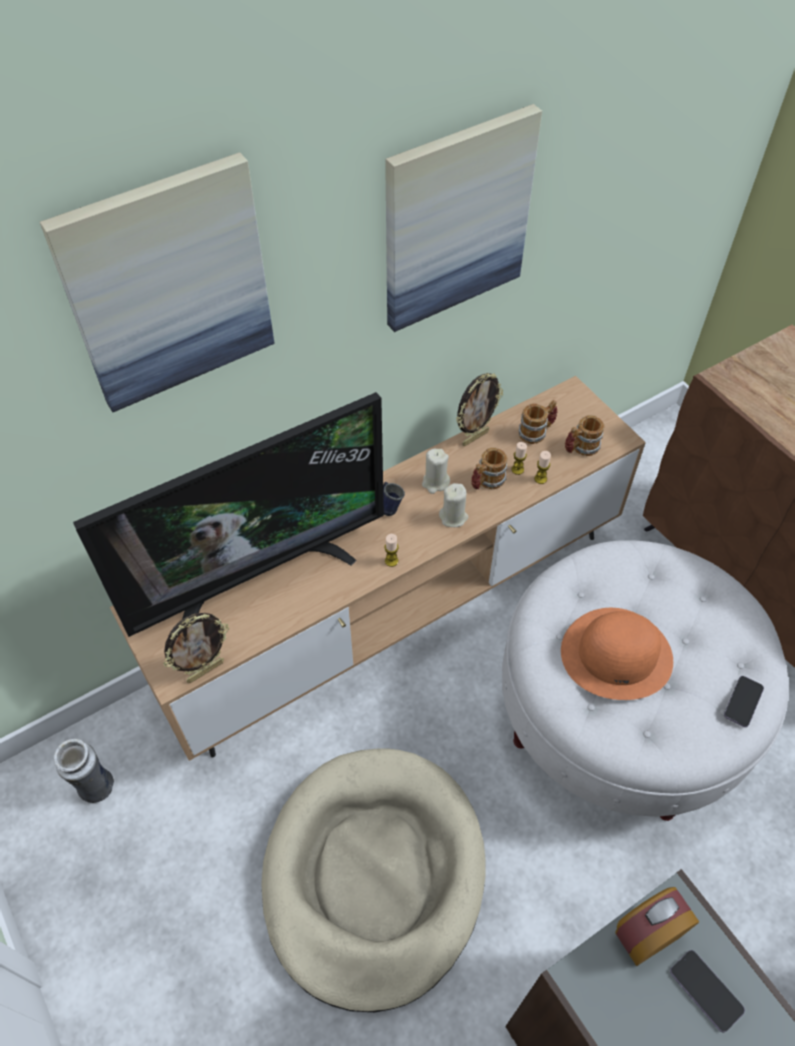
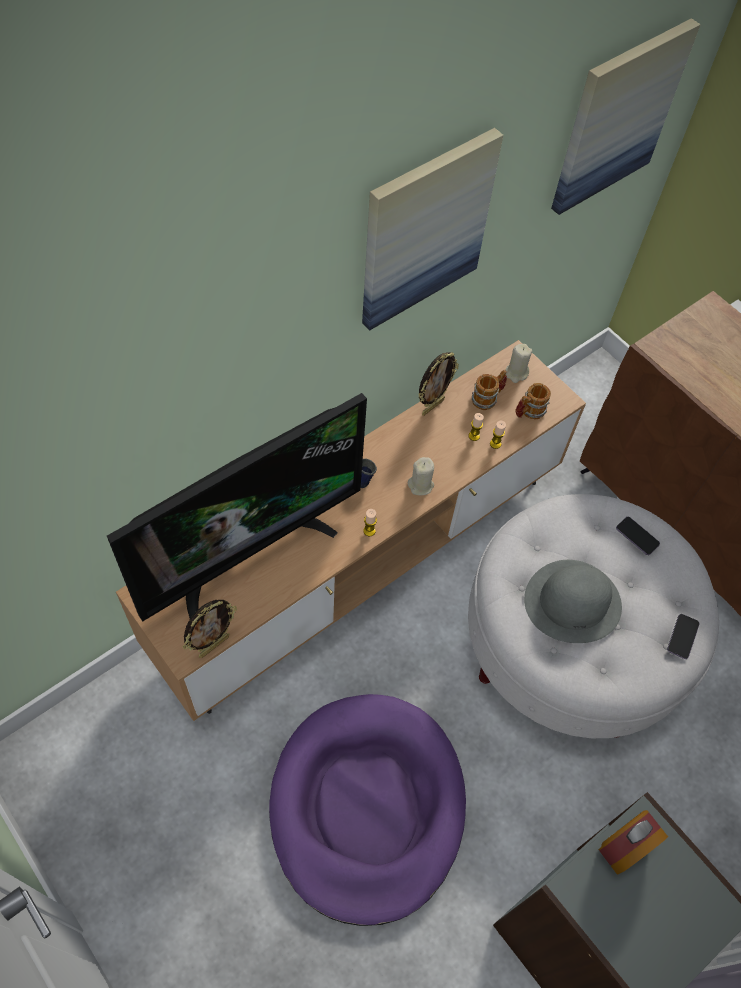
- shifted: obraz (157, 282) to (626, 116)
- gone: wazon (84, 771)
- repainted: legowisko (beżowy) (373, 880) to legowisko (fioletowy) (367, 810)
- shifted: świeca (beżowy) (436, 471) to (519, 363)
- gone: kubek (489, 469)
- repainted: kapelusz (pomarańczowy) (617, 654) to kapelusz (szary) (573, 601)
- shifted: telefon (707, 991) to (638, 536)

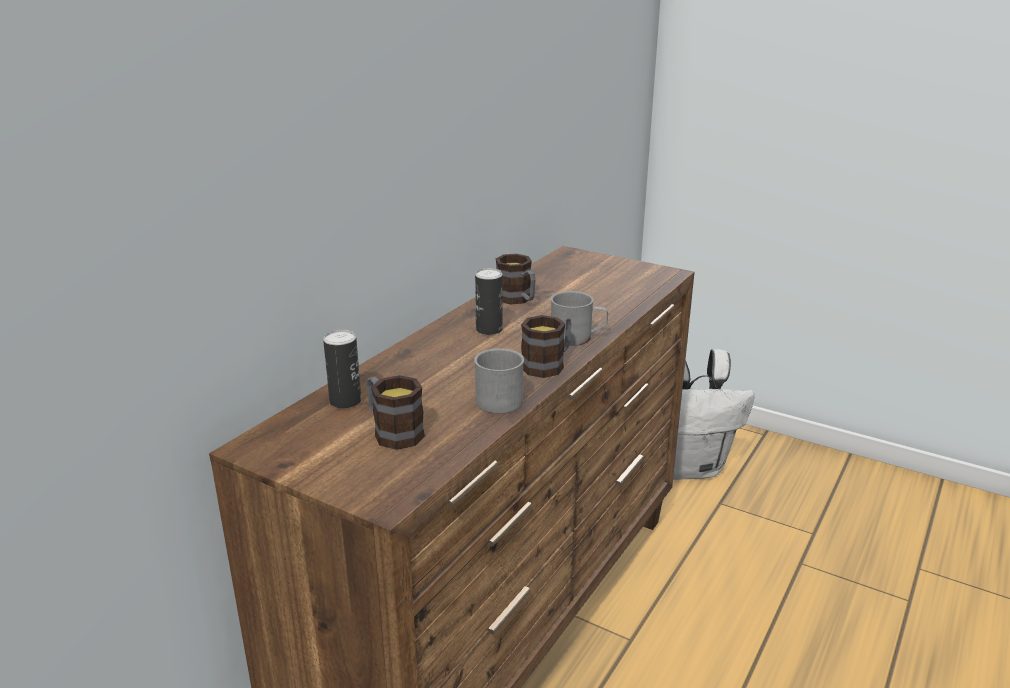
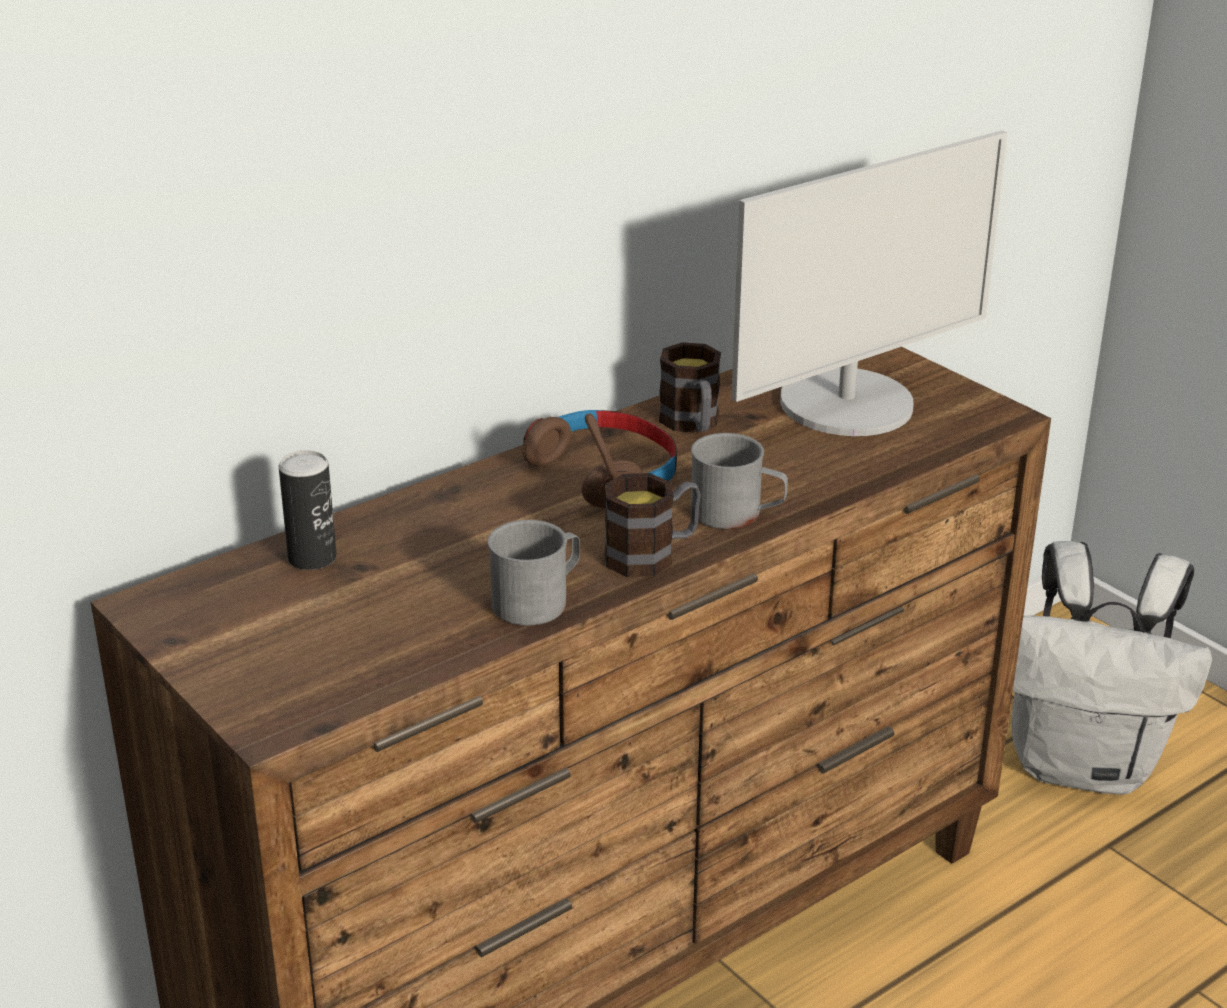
- gone: kubek (396, 412)
- swapped: puszka (489, 301) to słuchawki (brązowy) (599, 459)
- new: monitor (869, 283)

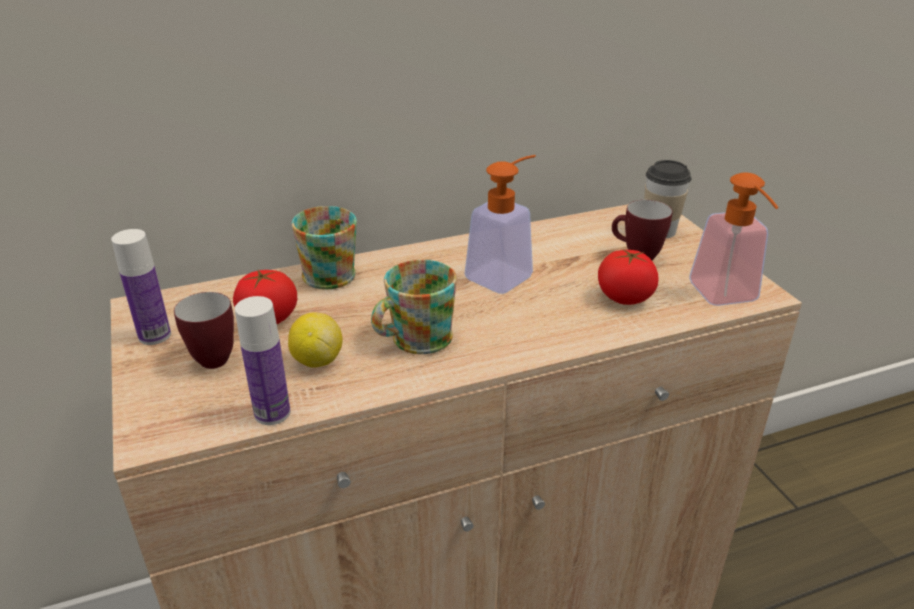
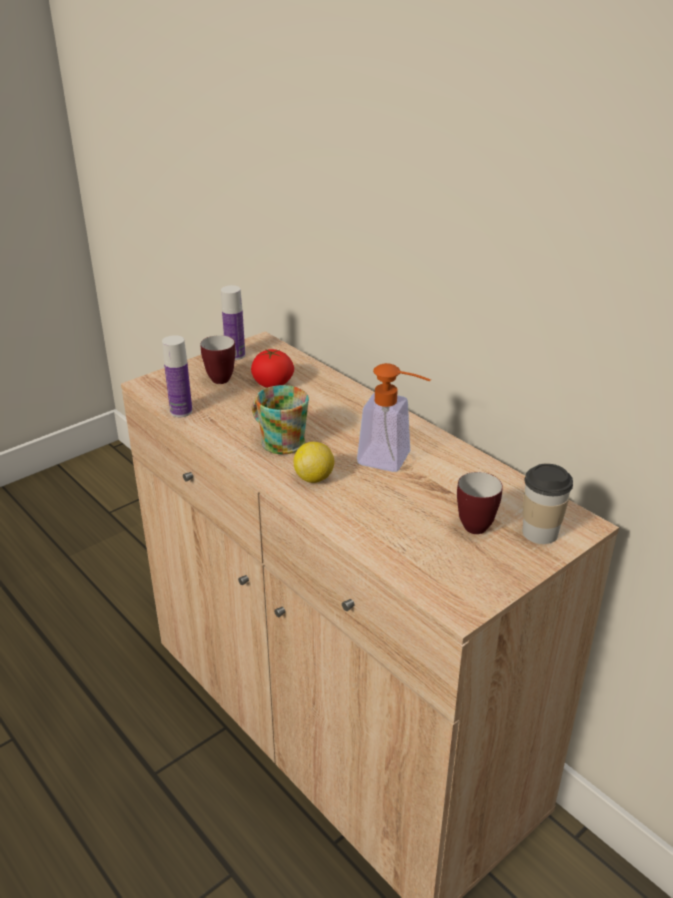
- shifted: cytryna (315, 340) to (314, 462)
- gone: kubek (324, 247)
- gone: pomidor (628, 277)
- gone: dozownik mydła (734, 239)

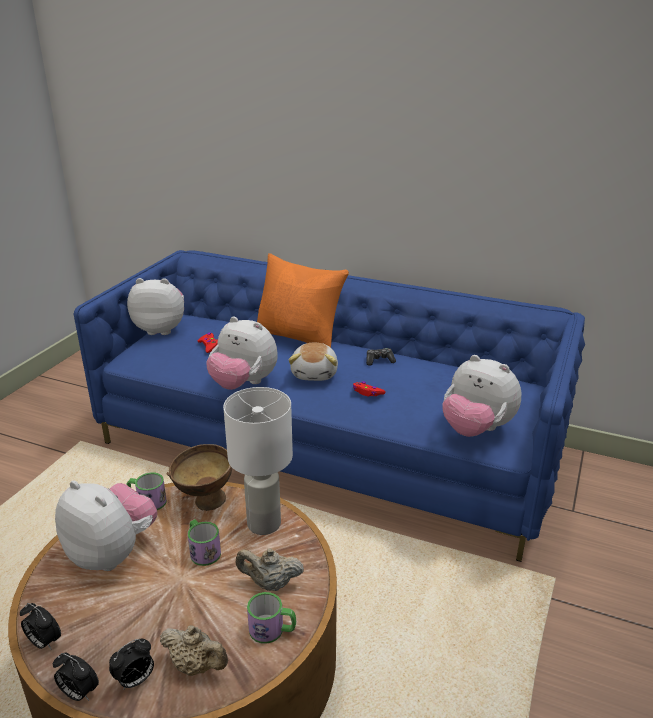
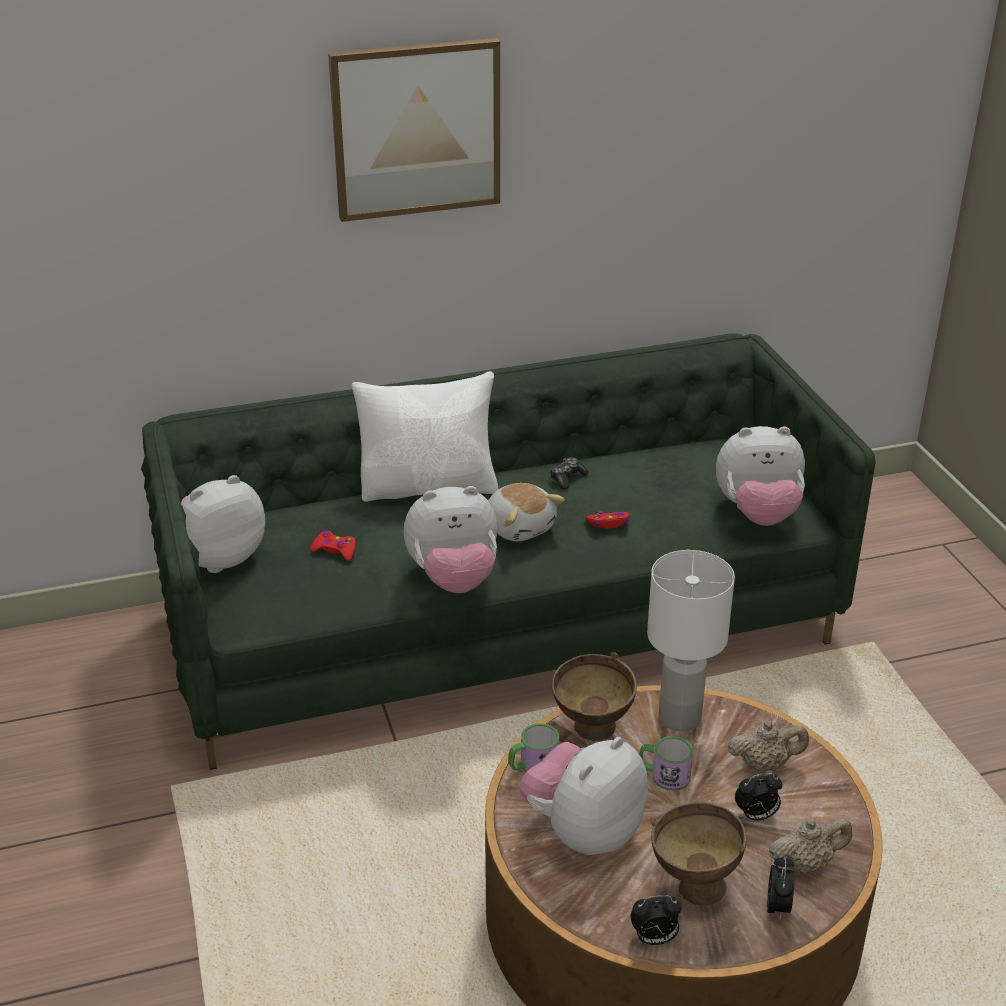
- shifted: budzik (76, 676) to (759, 797)
- rotated: pluszak (106, 525) = (583, 796) 45 degrees counterclockwise
- repainted: kanapa (niebieski) (329, 406) to kanapa (zielony) (508, 552)
- rotated: imbryk (beżowy) (270, 569) = (768, 745) 150 degrees counterclockwise
- gone: kubek (271, 618)
- repainted: poduszka (pomarańczowy) (303, 300) to poduszka (biały) (425, 436)
- new: obraz (414, 130)
- new: miska (brązowy) (698, 854)

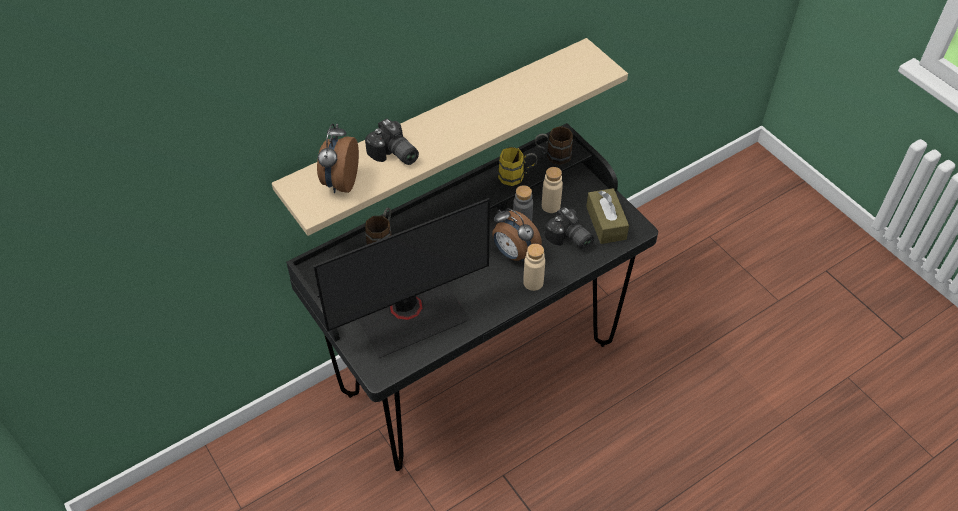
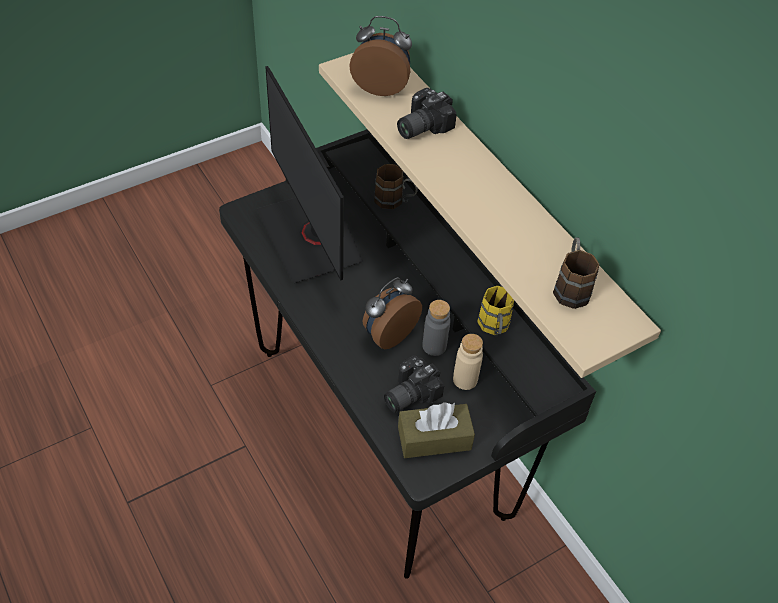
- gone: butelka (beżowy) (534, 267)
- shifted: kubek (brązowy) (554, 145) to (576, 273)

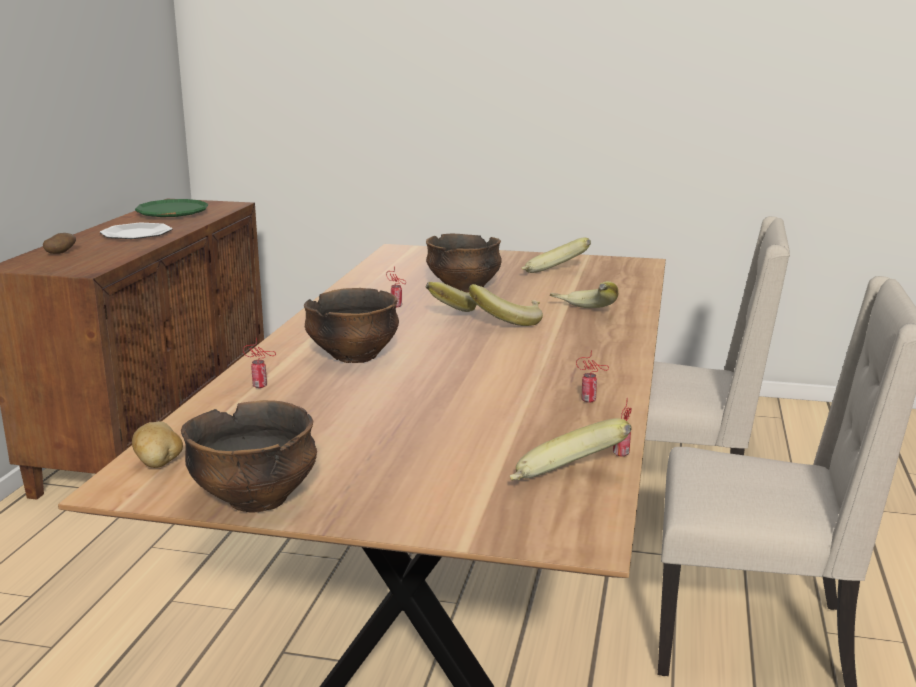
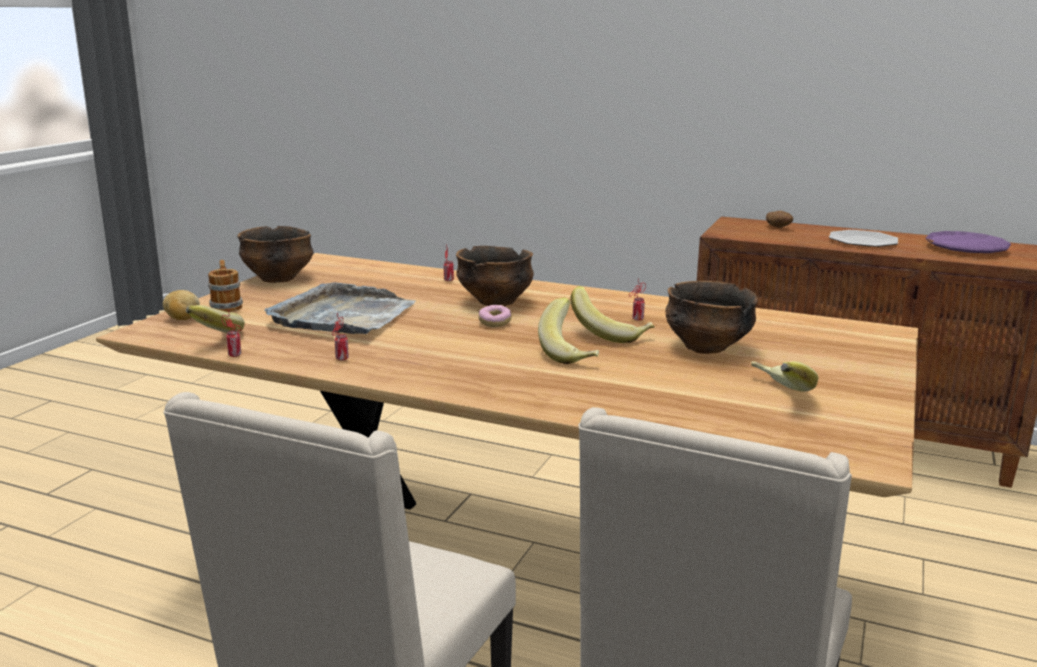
- shifted: ziemniak (157, 444) to (181, 305)
- repainted: talerz (zielony) (171, 208) to talerz (fioletowy) (968, 242)
- gone: banan (584, 294)
- new: kubek (225, 286)
- new: taca (szary) (340, 308)
- new: donut (495, 316)

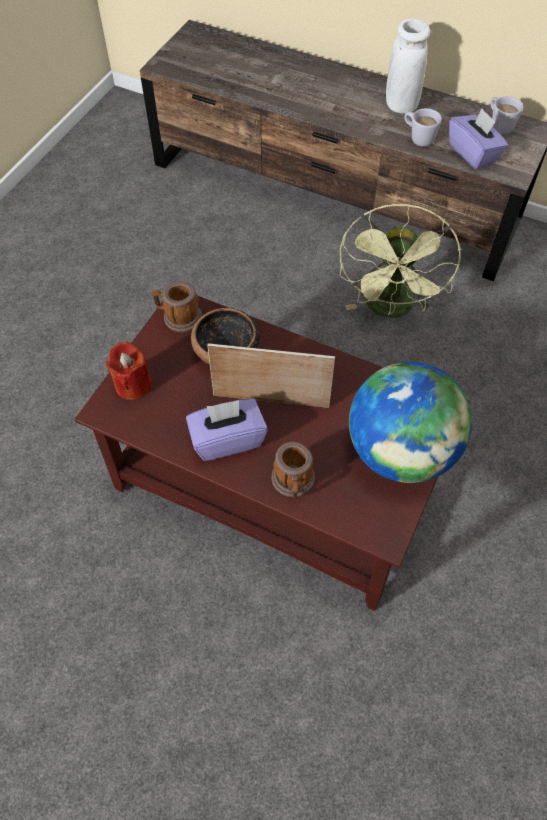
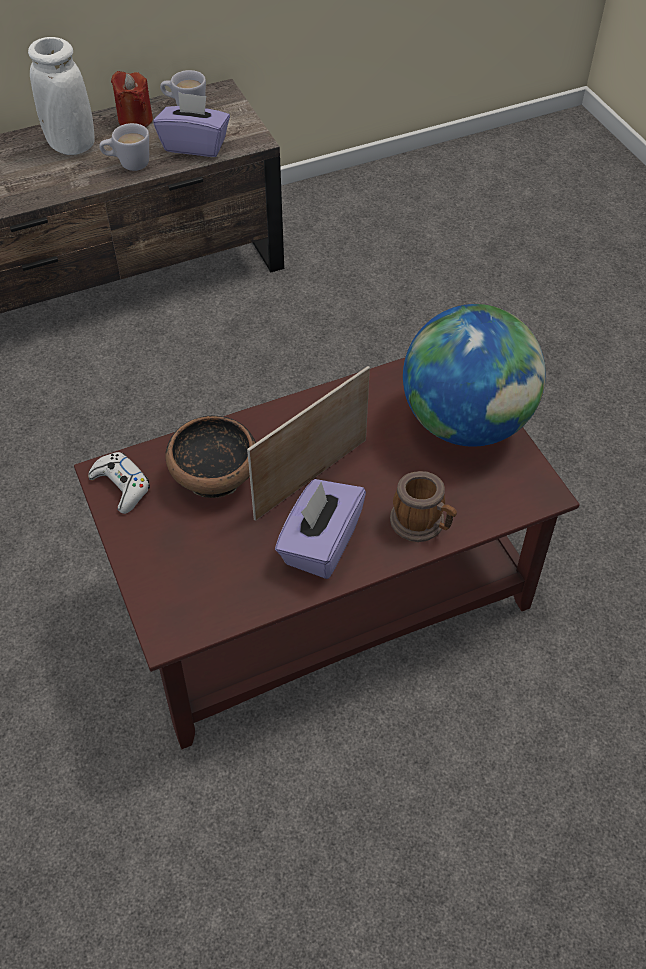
- shifted: świeca (czerwony) (129, 371) to (132, 99)
- swapped: kubek (176, 306) to pad do gier (biały) (119, 483)
- gone: wentylator (zielony) (400, 261)

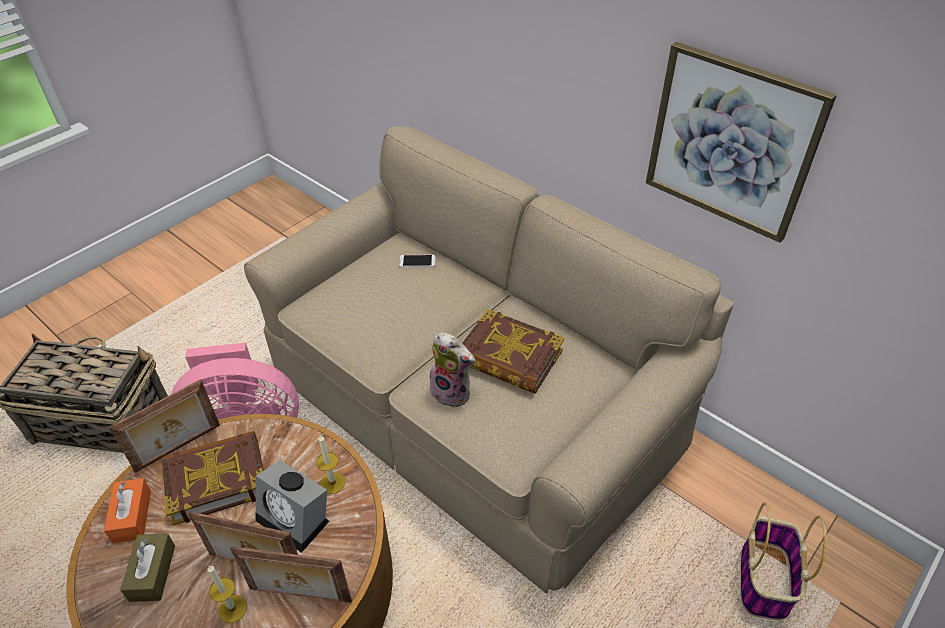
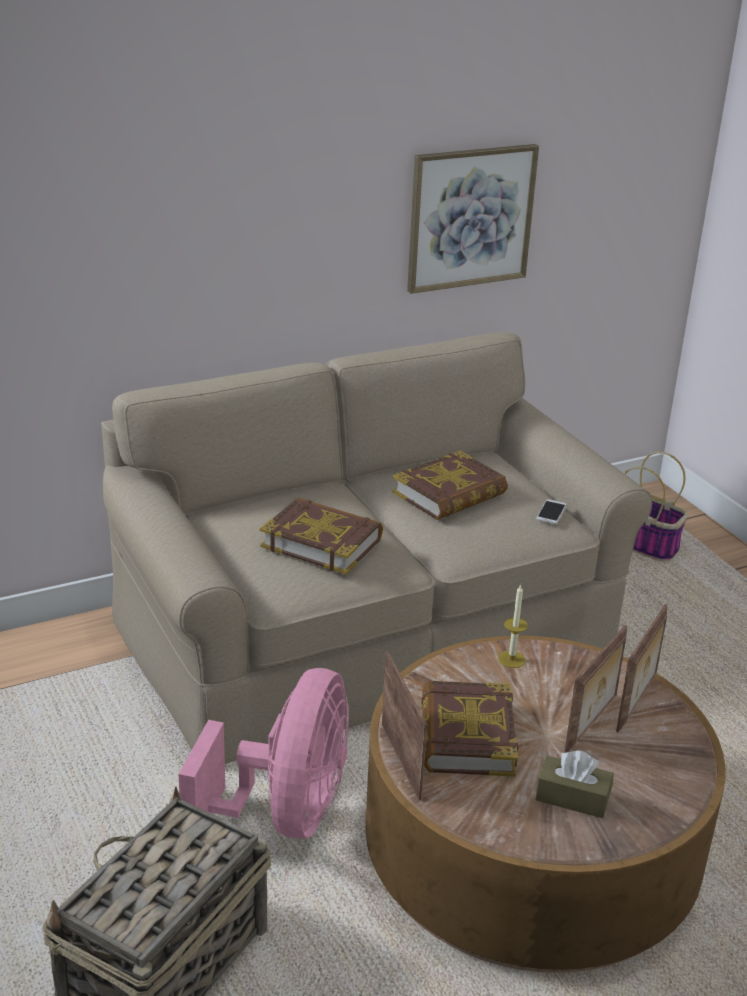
- gone: pudełko chusteczek (pomarańczowy) (127, 510)
- gone: świeca (227, 594)
- gone: budzik (292, 506)
- shifted: telefon (417, 261) to (551, 511)
- gone: pluszak (452, 370)
- new: książka (321, 536)

